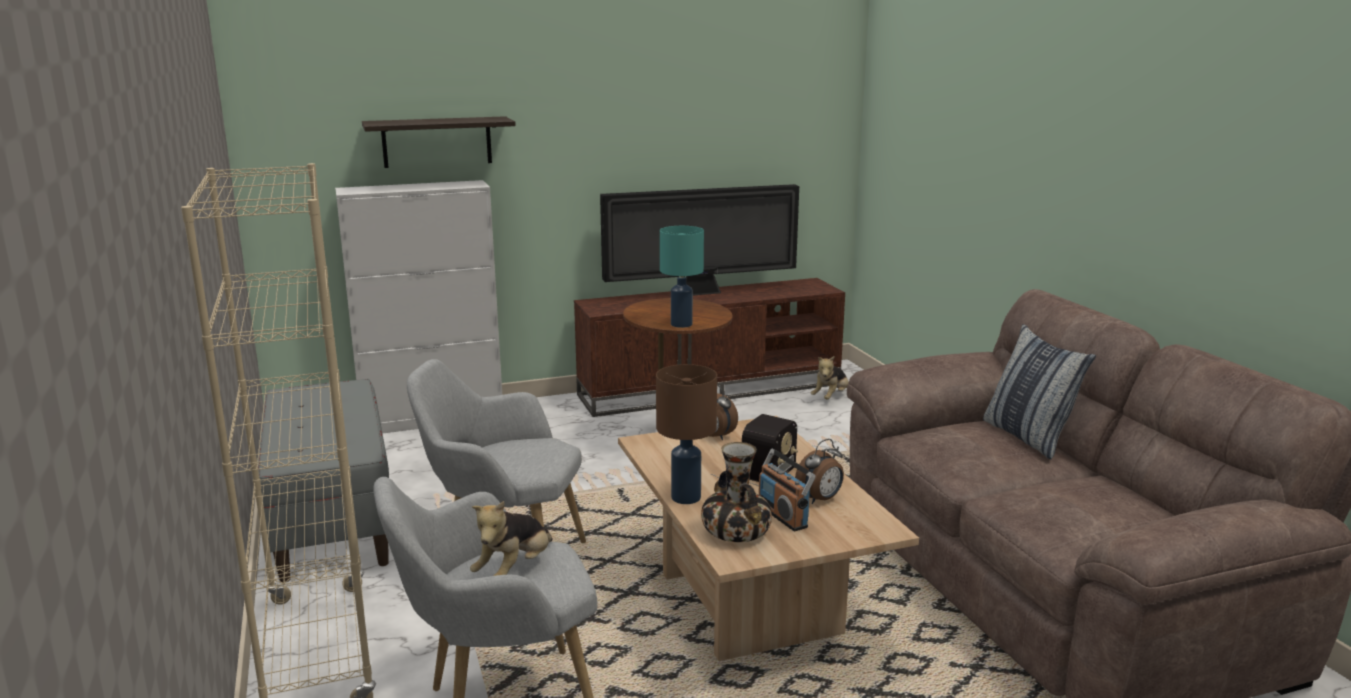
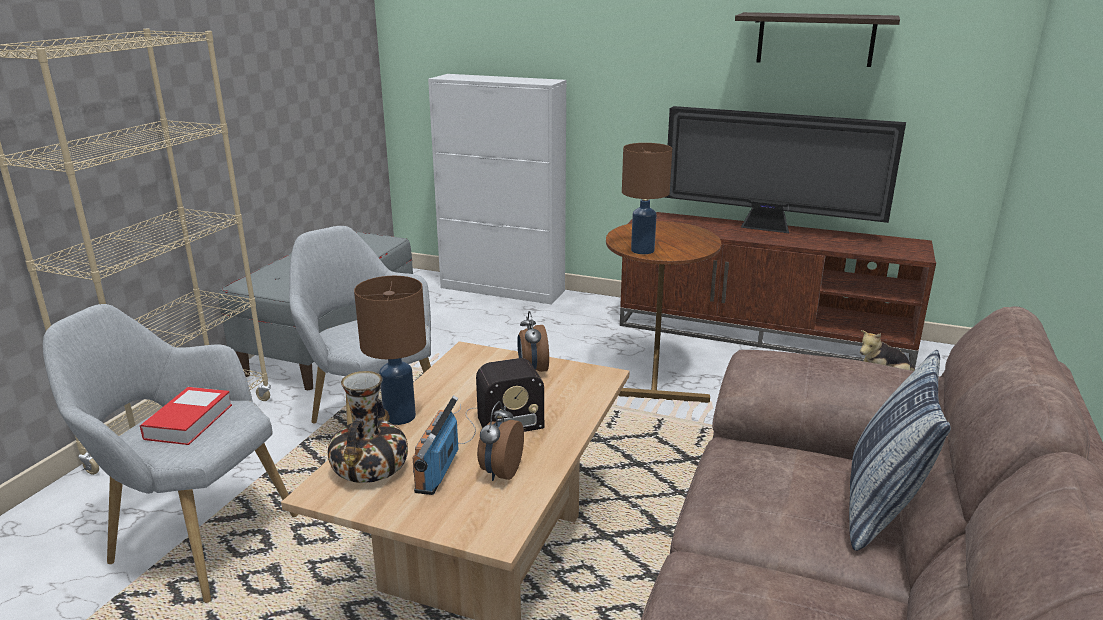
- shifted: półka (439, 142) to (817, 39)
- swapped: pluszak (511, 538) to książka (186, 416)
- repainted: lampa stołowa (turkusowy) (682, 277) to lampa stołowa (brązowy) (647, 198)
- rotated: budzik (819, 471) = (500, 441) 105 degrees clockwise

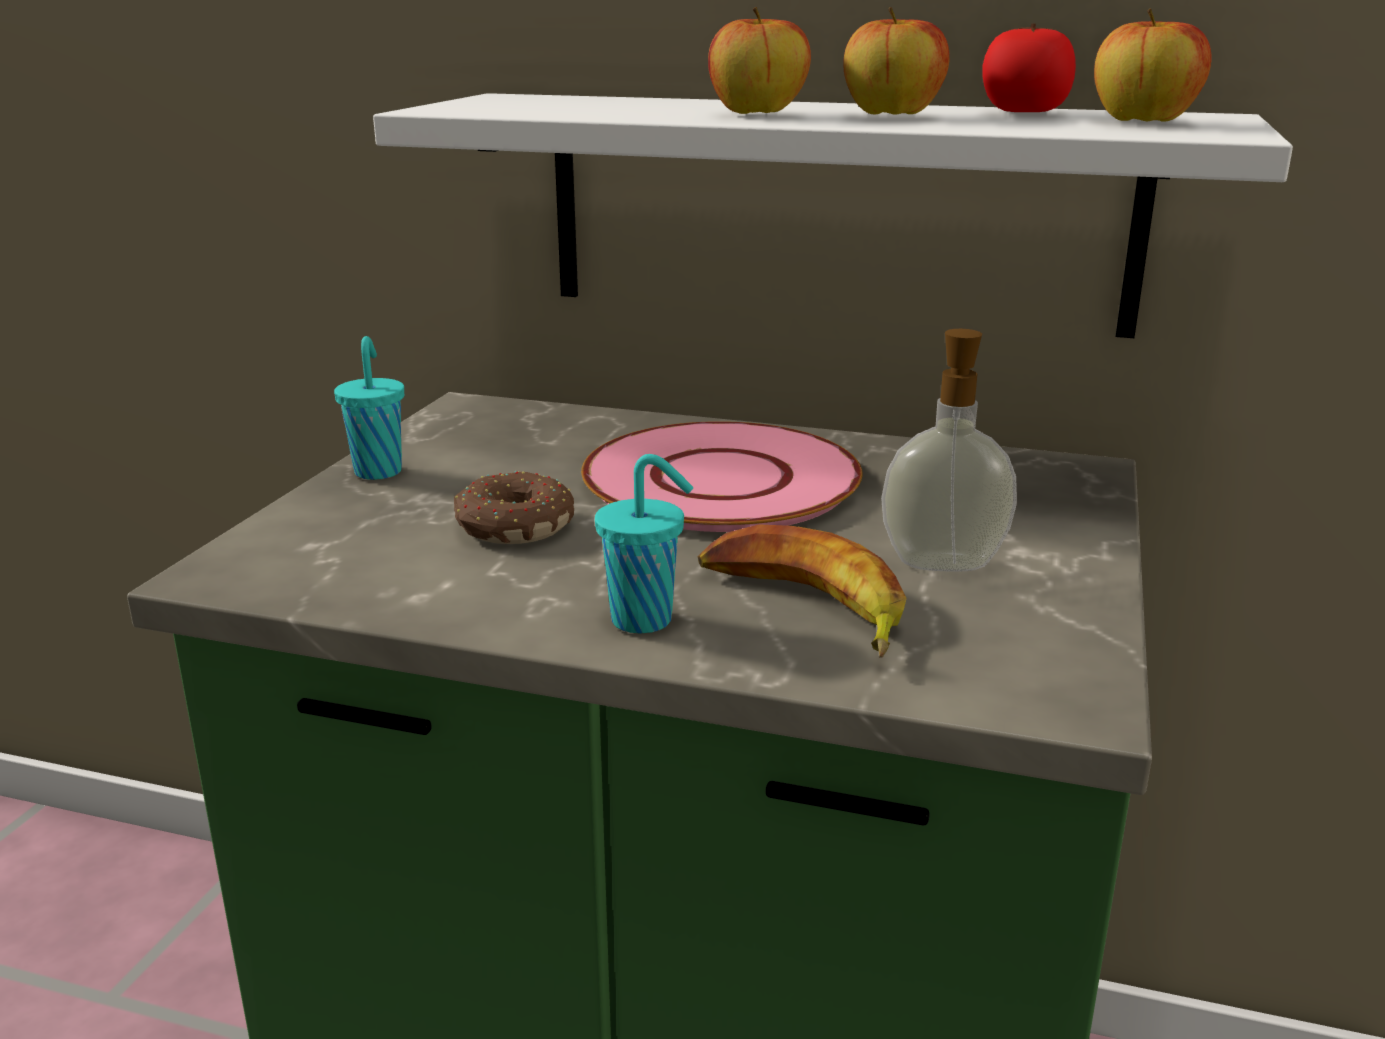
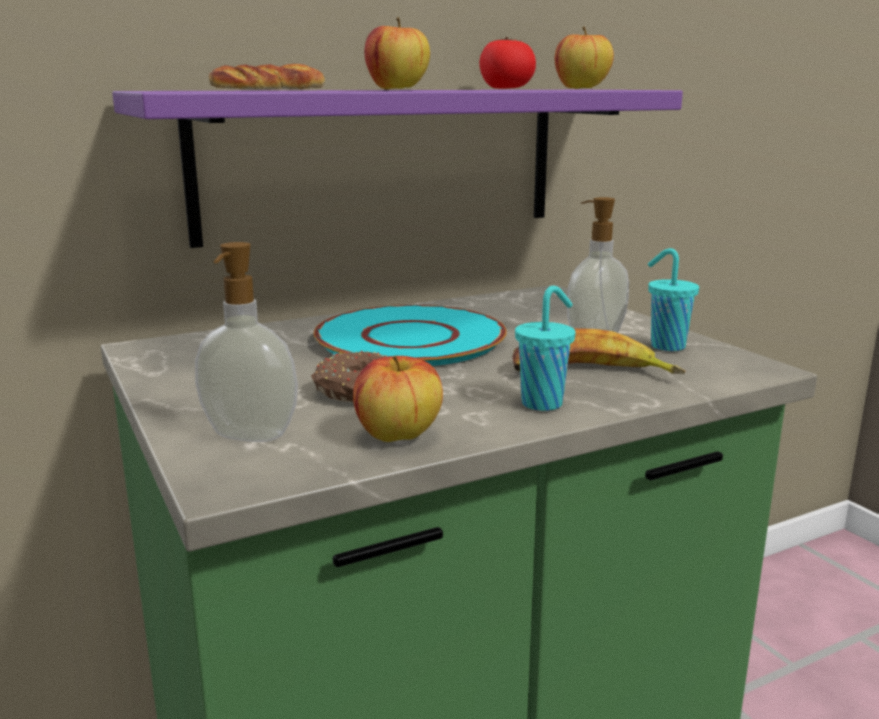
- shifted: filiżanka (turkusowy) (369, 408) to (673, 299)
- repainted: półka (biały) (833, 215) to półka (fioletowy) (397, 169)
- repainted: talerz (różowy) (721, 476) to talerz (turkusowy) (410, 335)
- shifted: jabłko (896, 61) to (398, 399)
- new: dozownik mydła (246, 342)
- new: chleb (267, 77)

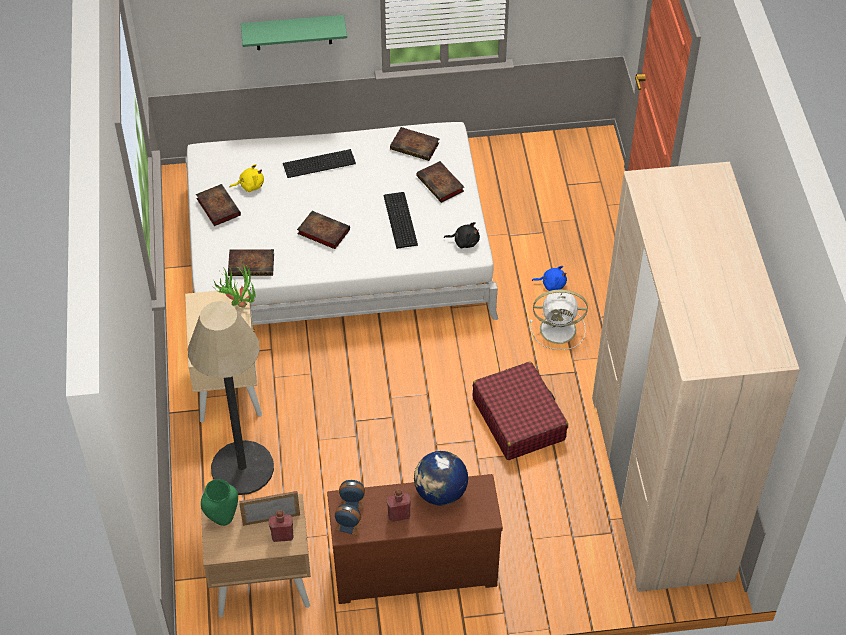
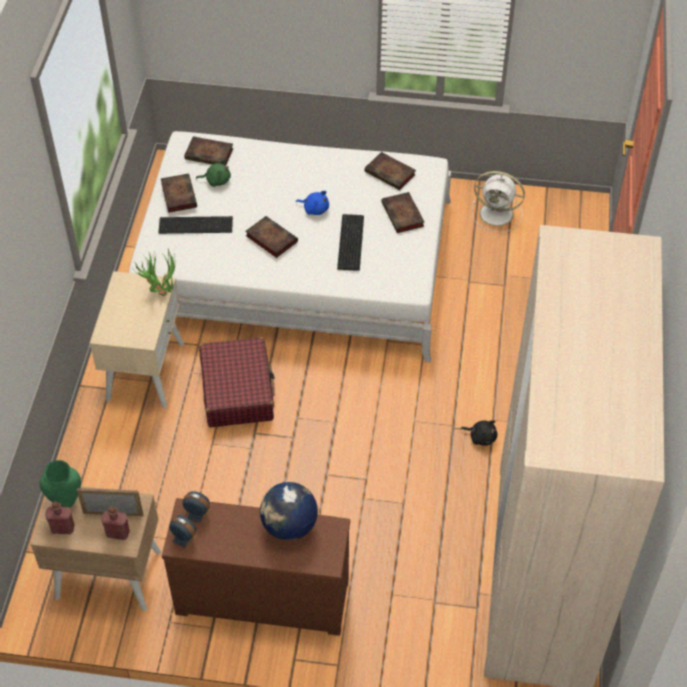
- gone: lampa stojąca (231, 398)
- shifted: książka (251, 262) to (208, 151)
- repainted: pluszak (żółty) (246, 178) to pluszak (zielony) (213, 173)
- gone: półka (zielony) (294, 32)
- shifted: klawiatura (319, 163) to (196, 225)
- shifted: butelka (czerwony) (399, 505) to (60, 518)
- shifted: pluszak (czarny) (462, 235) to (479, 433)
- shifted: walizka (czerwony) (520, 411) to (237, 382)
- shifted: wentylator (biały) (559, 320) to (498, 201)
- shifted: pluszak (niebieski) (549, 278) to (312, 203)

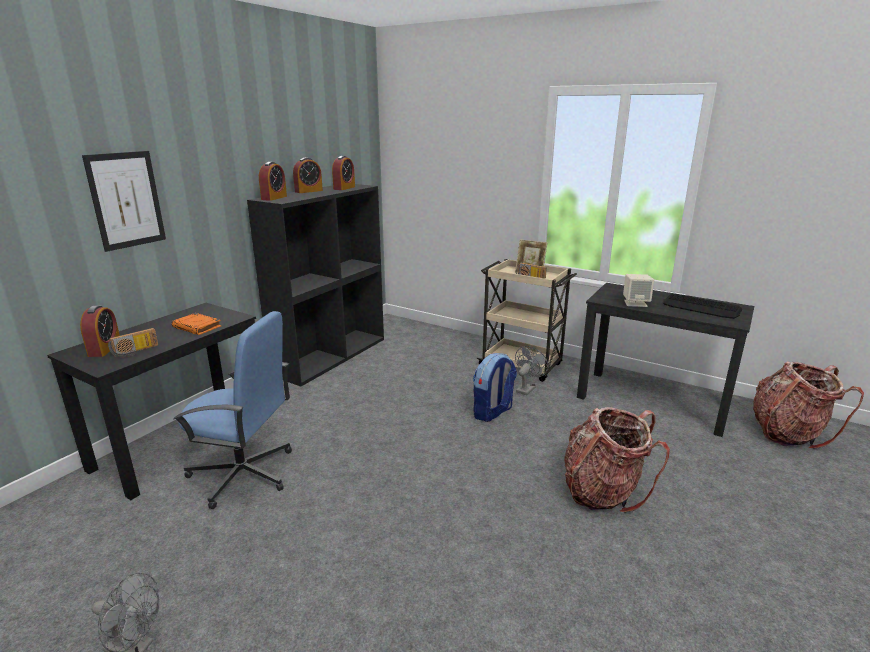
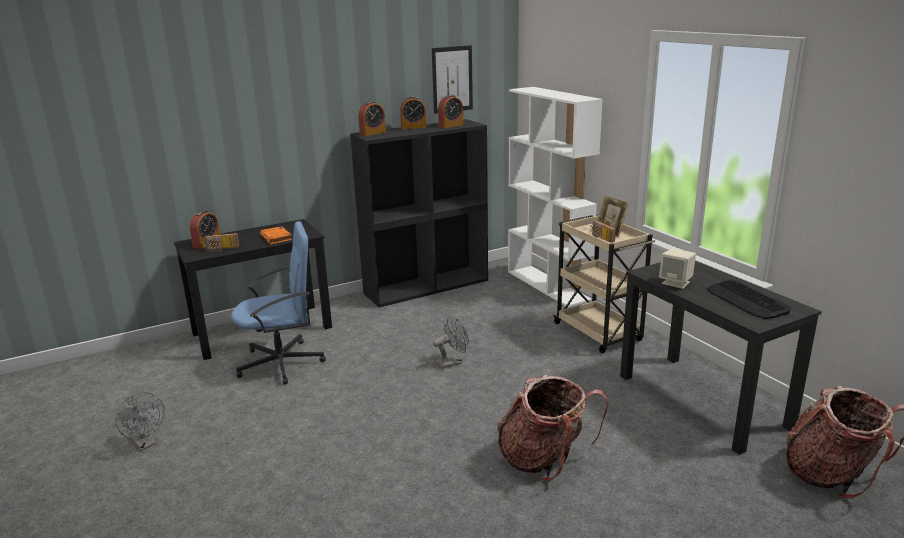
- shifted: obraz (124, 201) to (452, 79)
- rotated: krzesło biurowe (niebieski) (232, 410) = (278, 303) 60 degrees counterclockwise
- gone: plecak (495, 387)
- shifted: wentylator (szary) (531, 370) to (451, 342)
- new: regał (biały) (555, 197)

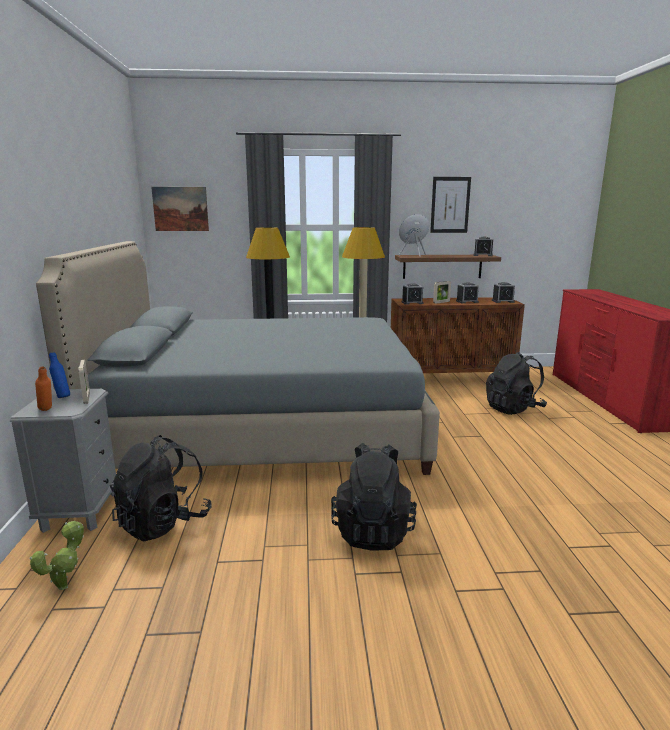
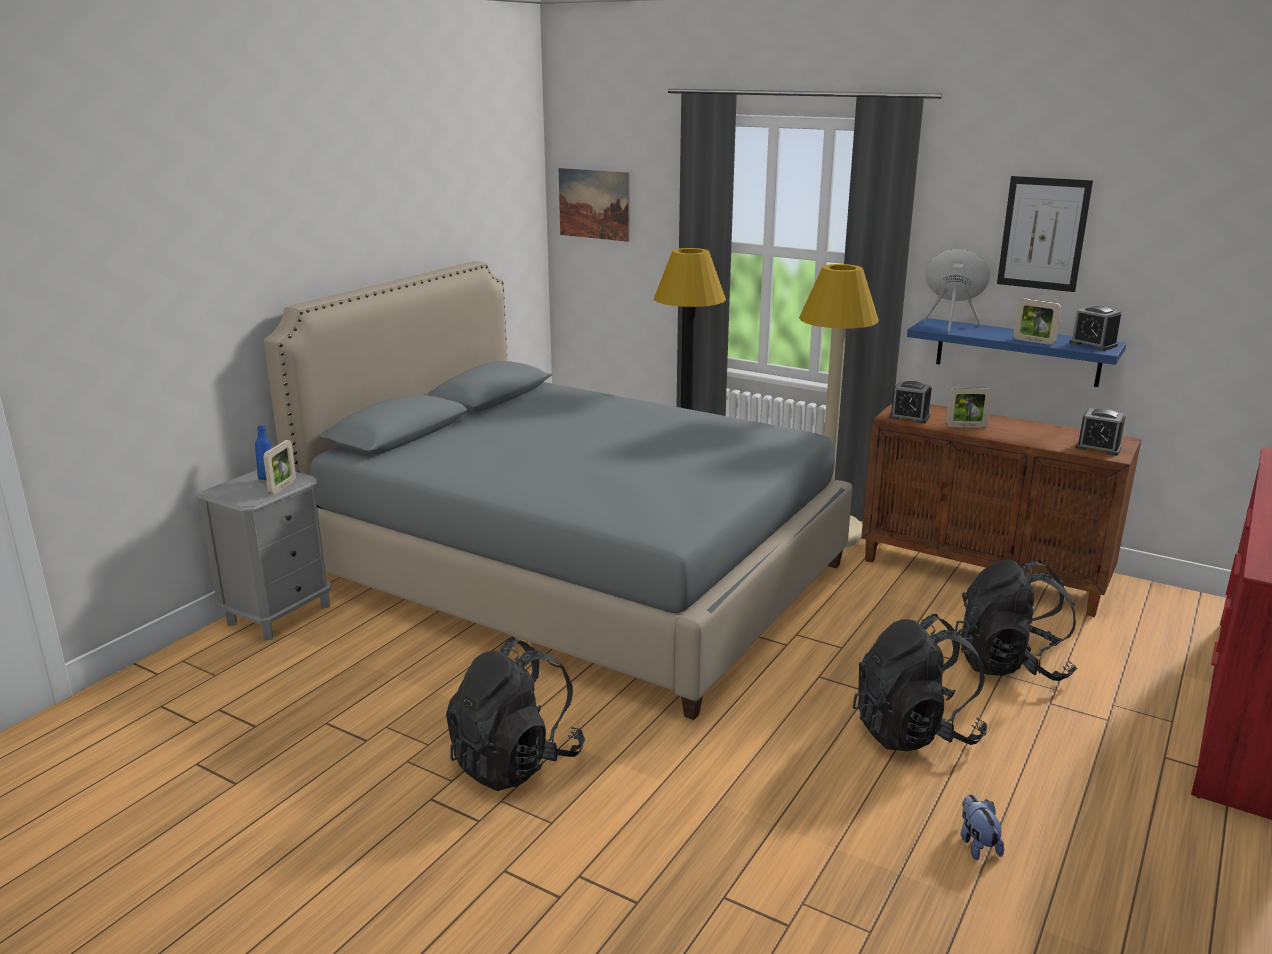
- gone: roślina doniczkowa (57, 555)
- gone: butelka (pomarańczowy) (43, 389)
- shifted: plecak (czarny) (161, 488) to (920, 682)
- repainted: półka (brązowy) (448, 267) to półka (niebieski) (1016, 352)
- gone: budzik (467, 292)
- new: pluszak (982, 827)
- new: ramka na zdjęcie (1037, 321)

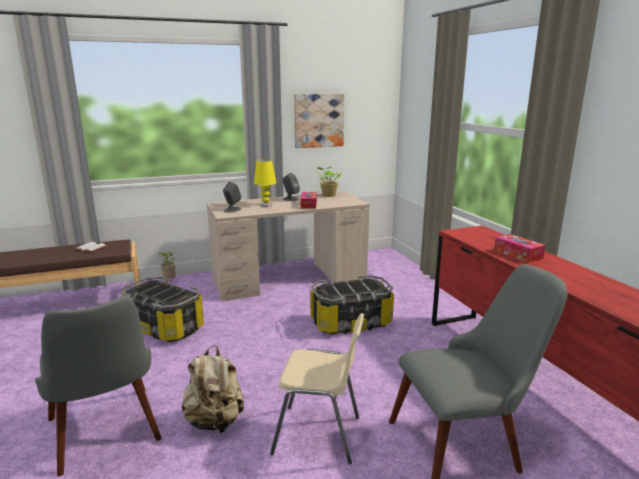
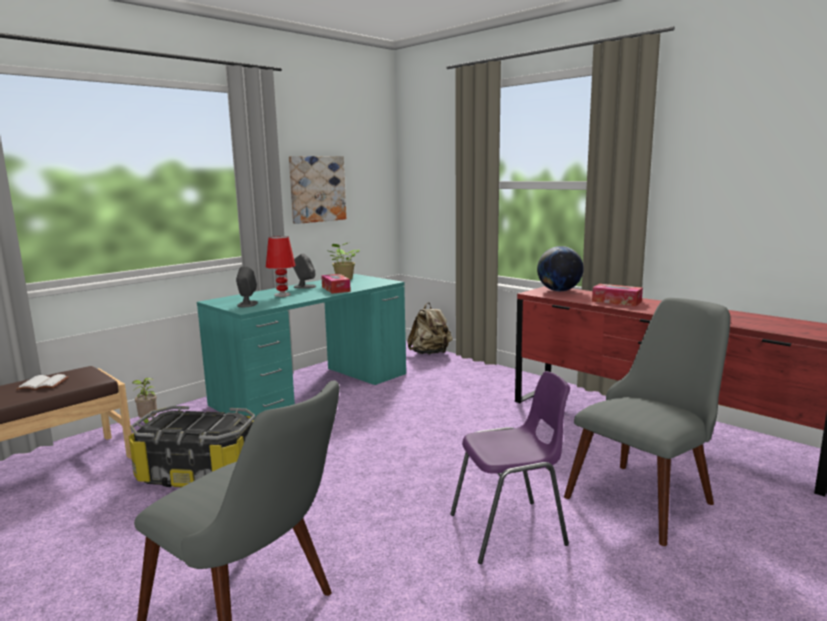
- shifted: plecak (beżowy) (213, 389) to (430, 328)
- repainted: biurko (beżowy) (288, 246) to biurko (turkusowy) (301, 347)
- repainted: lampa stołowa (żółty) (265, 183) to lampa stołowa (czerwony) (281, 266)
- repainted: krzesło (beżowy) (317, 388) to krzesło (fioletowy) (510, 467)
- gone: pojemnik do przechowywania (352, 304)
- new: globus (560, 268)

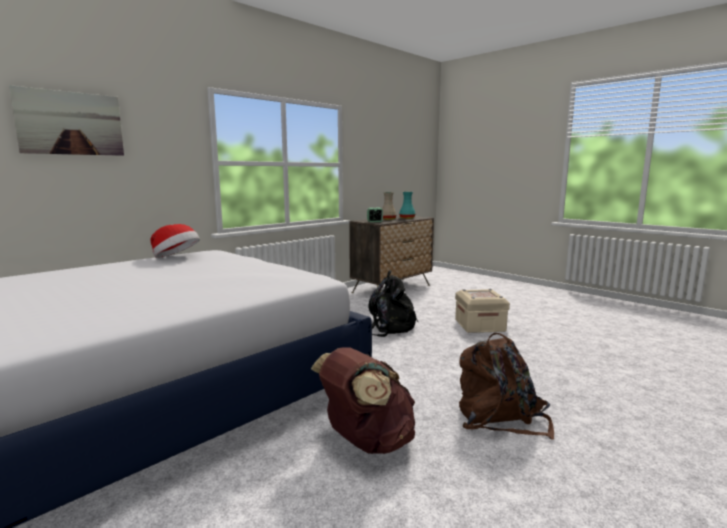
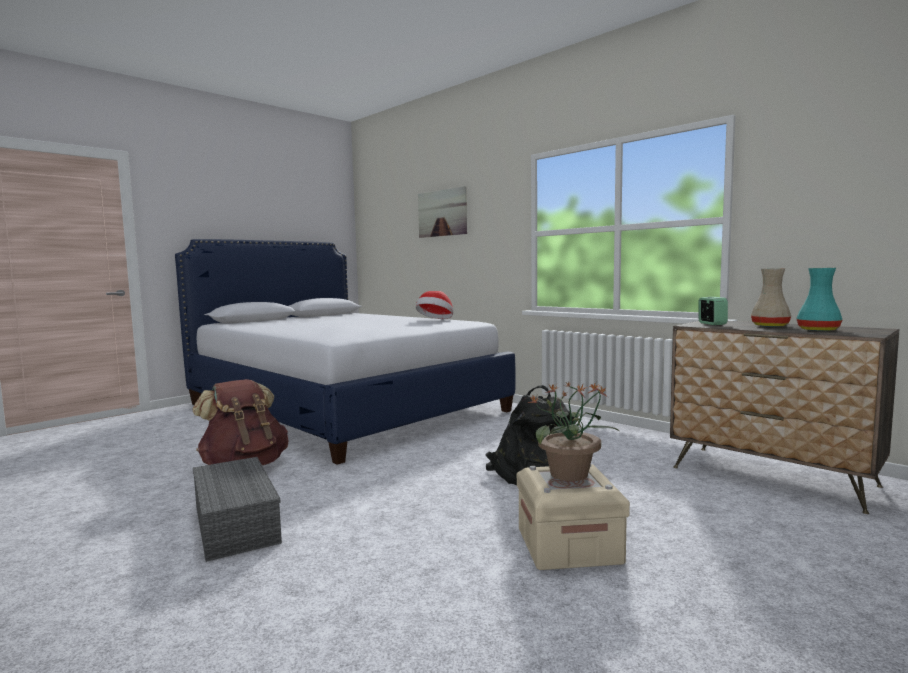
- swapped: plecak (brązowy) (506, 386) to pojemnik do przechowywania (szary) (237, 509)
- new: roślina doniczkowa (573, 431)

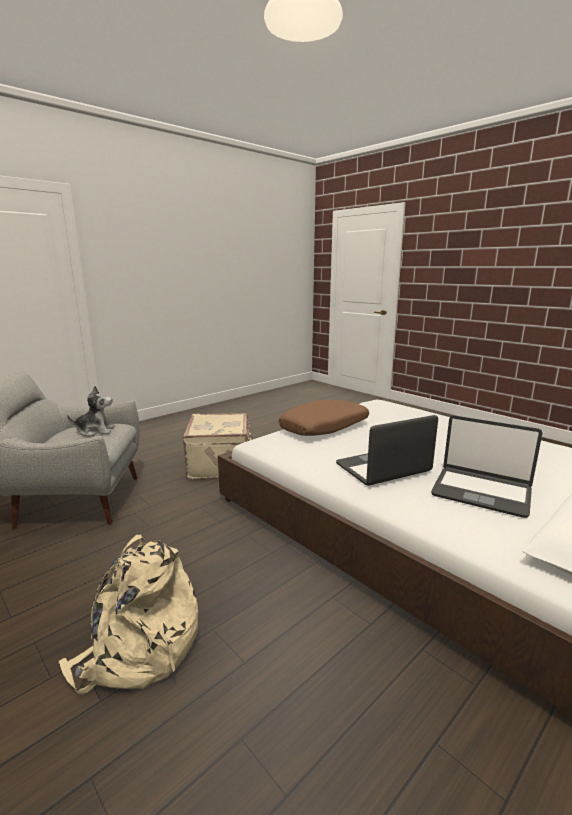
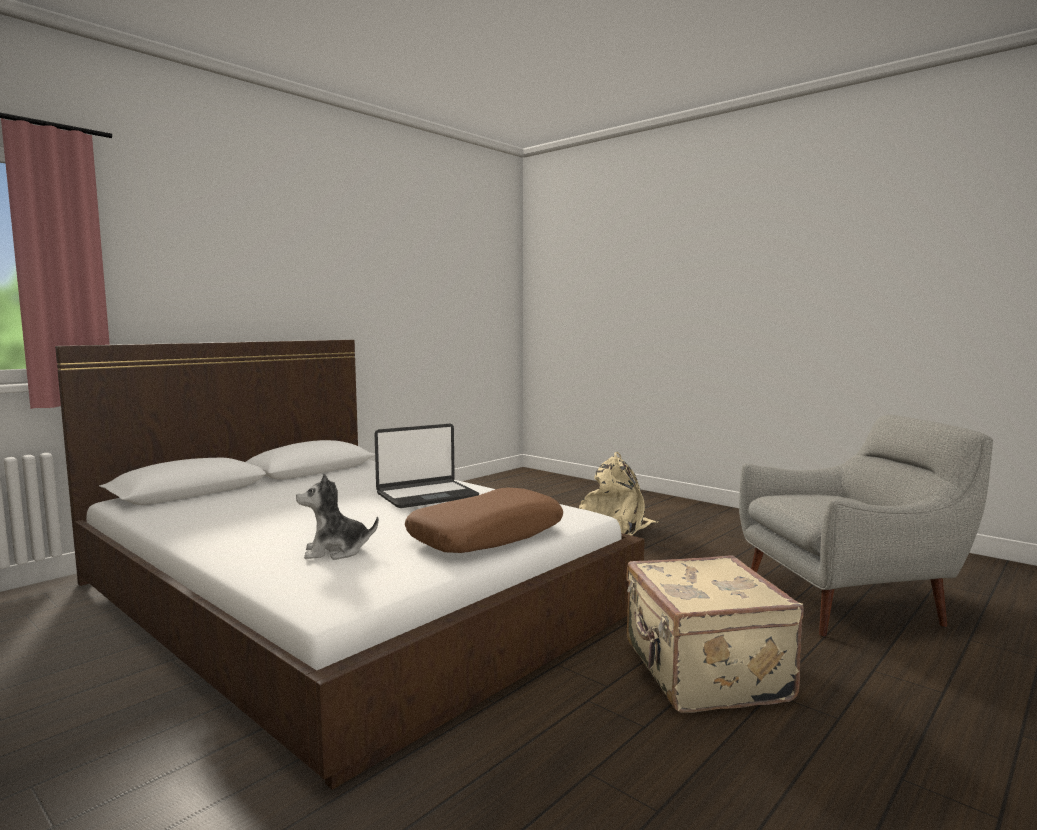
- shifted: pluszak (91, 411) to (337, 516)
- gone: laptop (486, 466)

